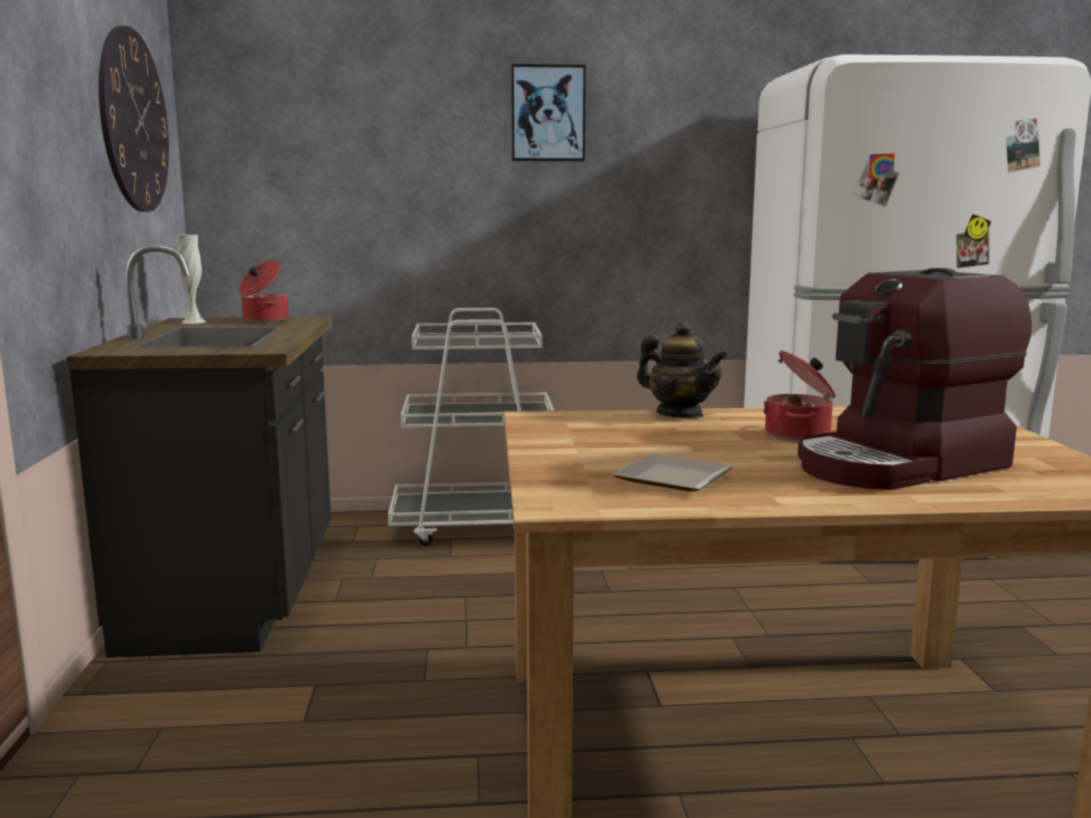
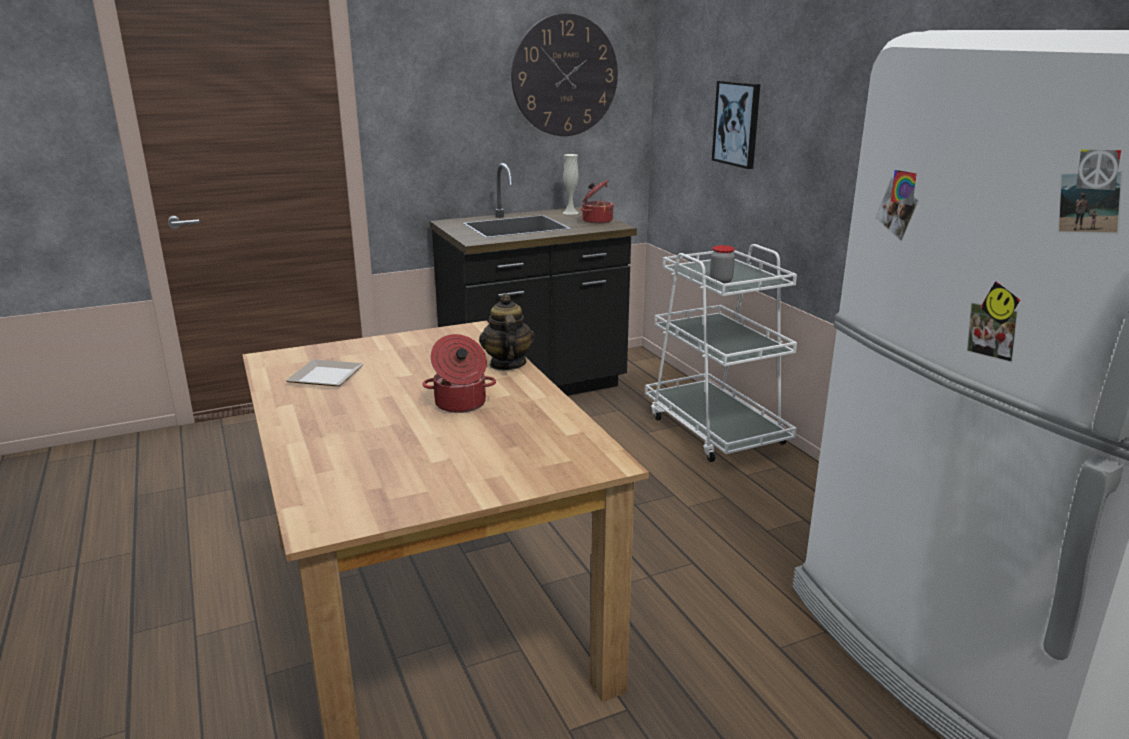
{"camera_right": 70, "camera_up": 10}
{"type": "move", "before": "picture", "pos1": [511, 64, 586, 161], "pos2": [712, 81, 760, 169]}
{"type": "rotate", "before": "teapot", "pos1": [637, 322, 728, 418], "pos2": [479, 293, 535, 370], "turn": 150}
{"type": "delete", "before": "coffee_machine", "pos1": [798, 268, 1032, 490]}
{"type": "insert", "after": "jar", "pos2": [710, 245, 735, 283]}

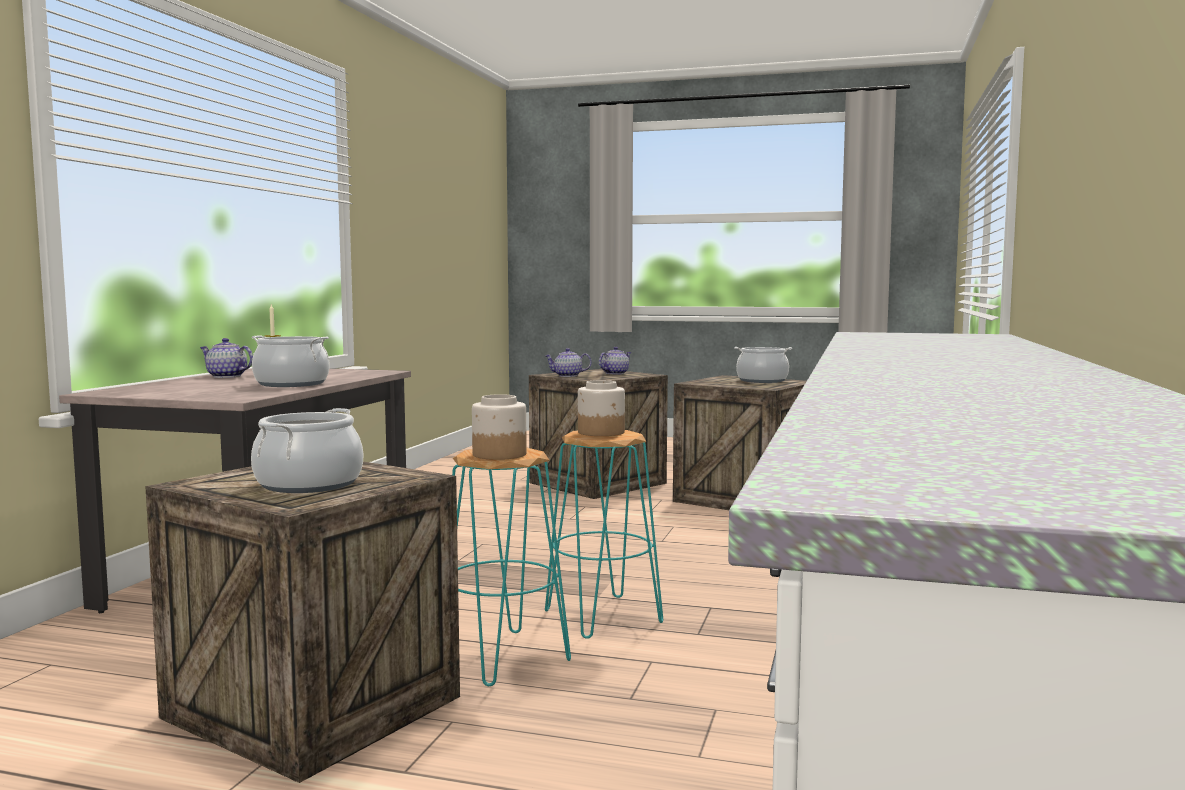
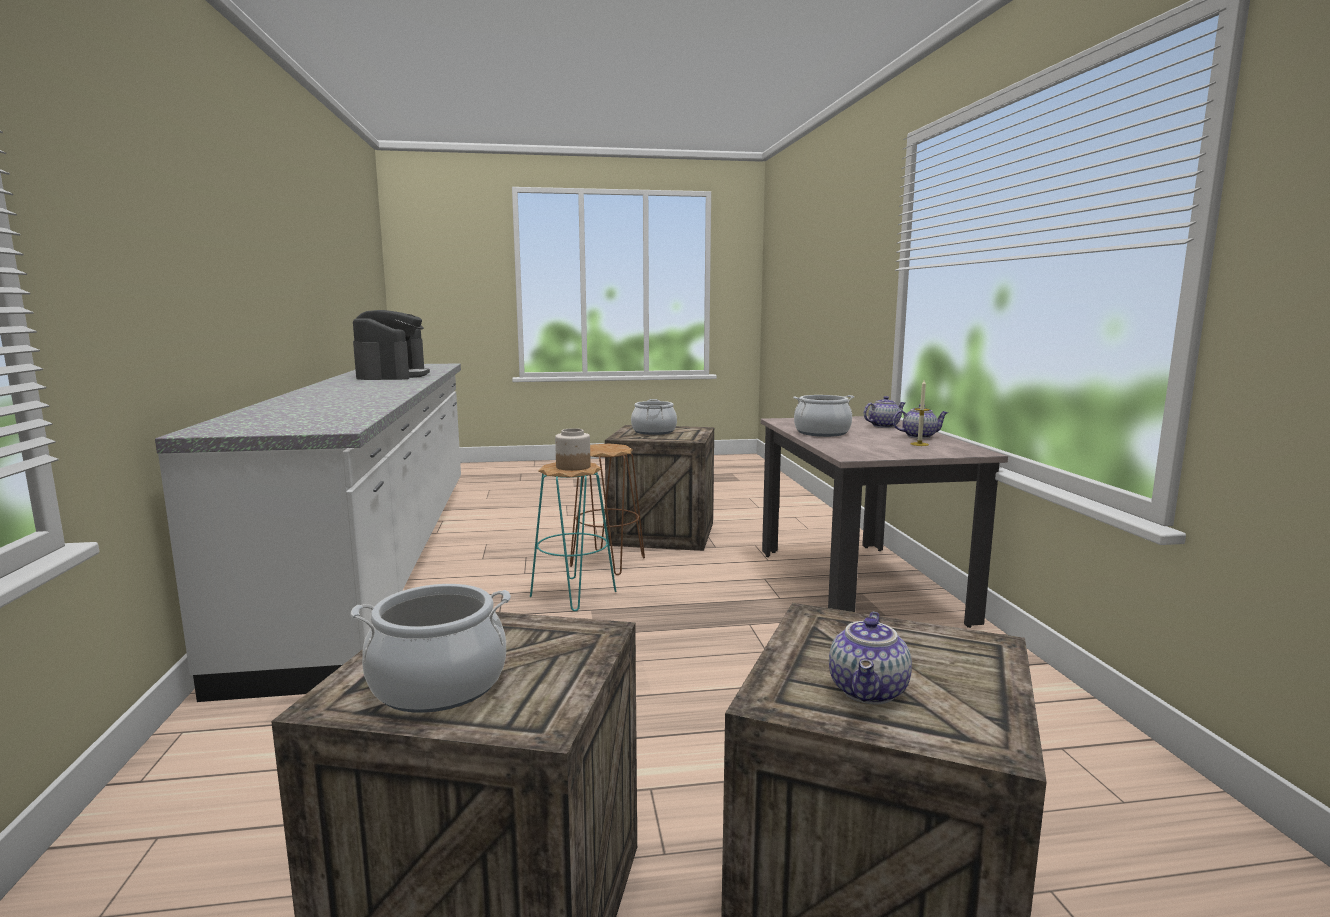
{"camera_right": 155, "camera_up": 5}
{"type": "recolor", "before": "turquoise_stool", "after": "brown_stool", "pos1": [452, 448, 571, 686], "pos2": [570, 443, 645, 575]}
{"type": "delete", "before": "jar", "pos1": [472, 394, 527, 460]}
{"type": "move", "before": "teapot", "pos1": [545, 348, 592, 377], "pos2": [864, 396, 905, 428]}
{"type": "insert", "after": "coffee_machine", "pos2": [353, 310, 430, 380]}

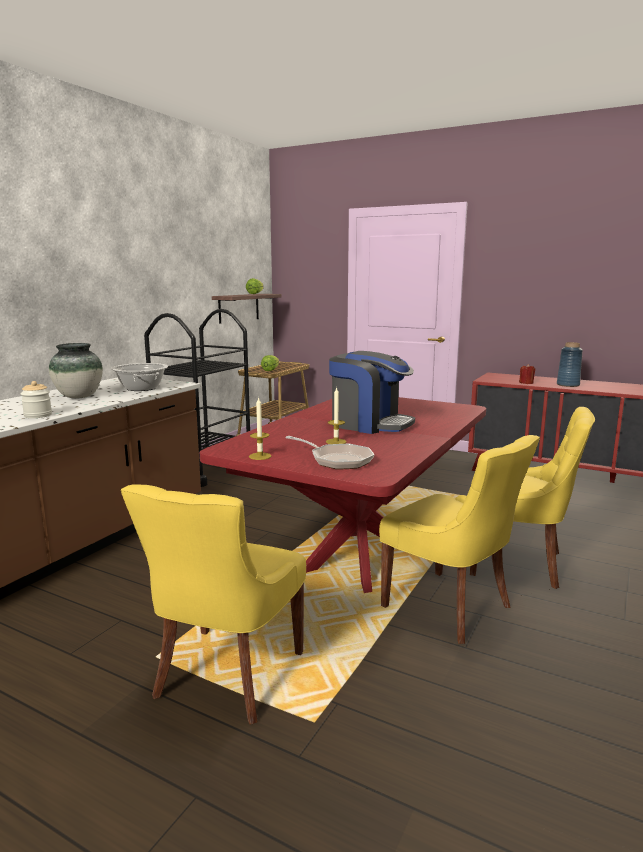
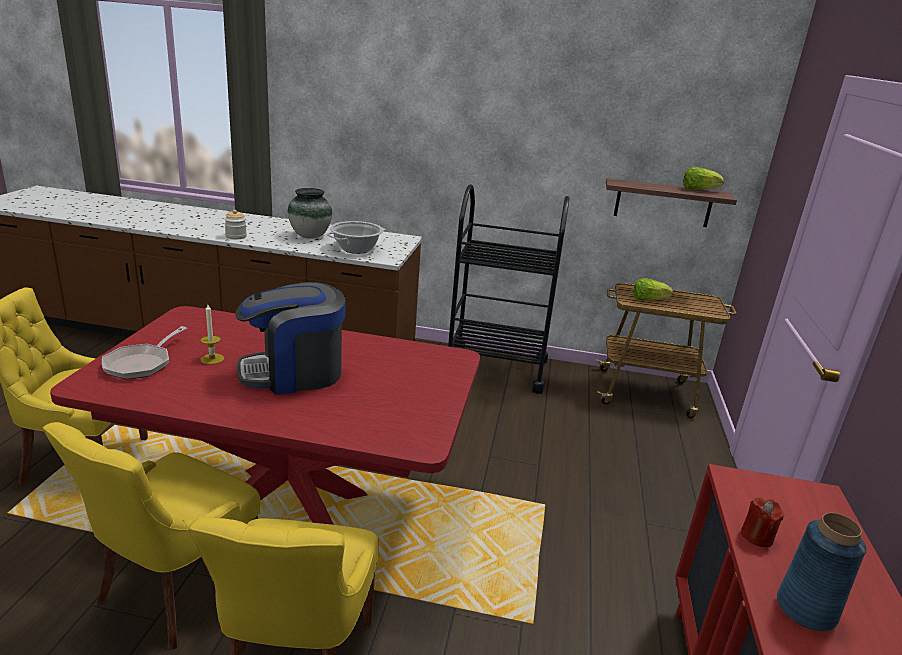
{"camera_right": 70, "camera_up": 10}
{"type": "delete", "before": "candle", "pos1": [249, 397, 271, 460]}
{"type": "rotate", "before": "coffee_machine", "pos1": [329, 351, 415, 434], "pos2": [235, 282, 346, 395], "turn": 60}

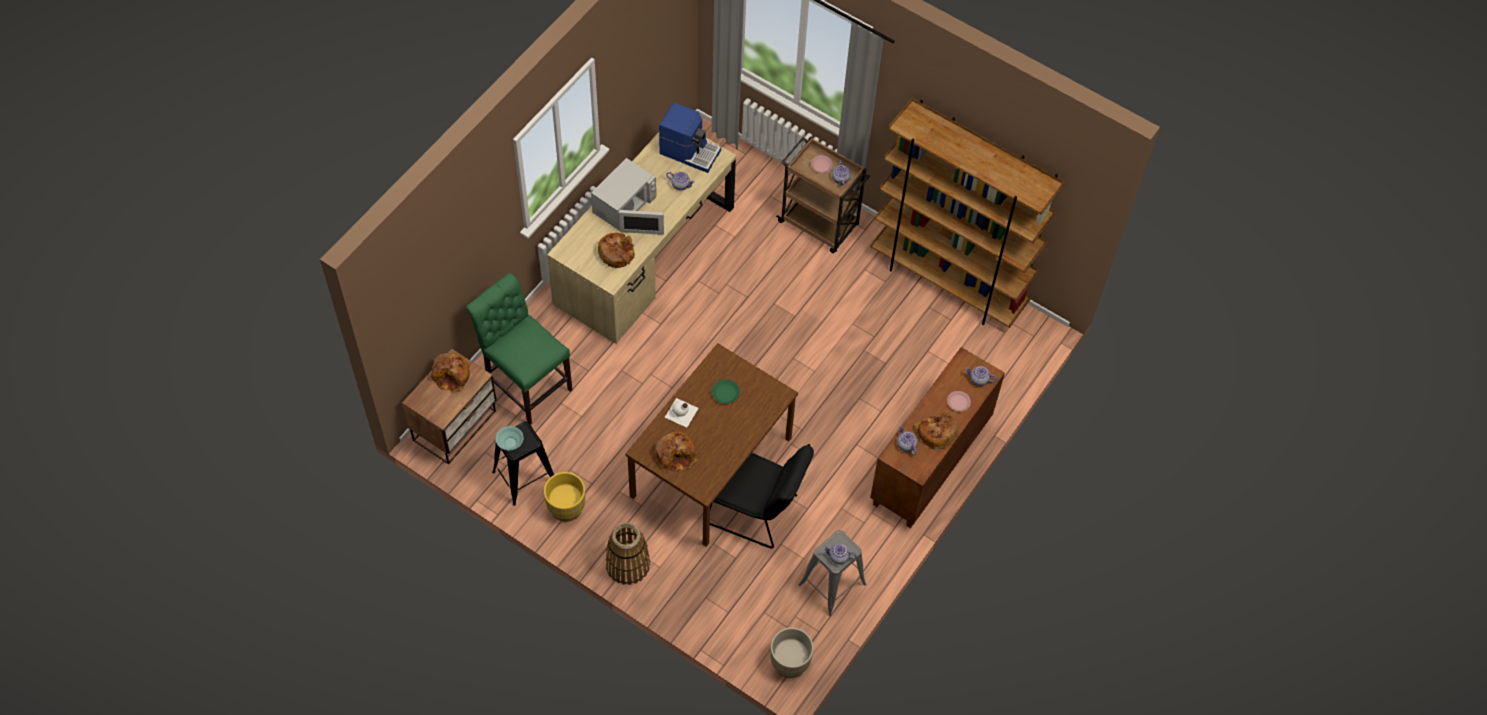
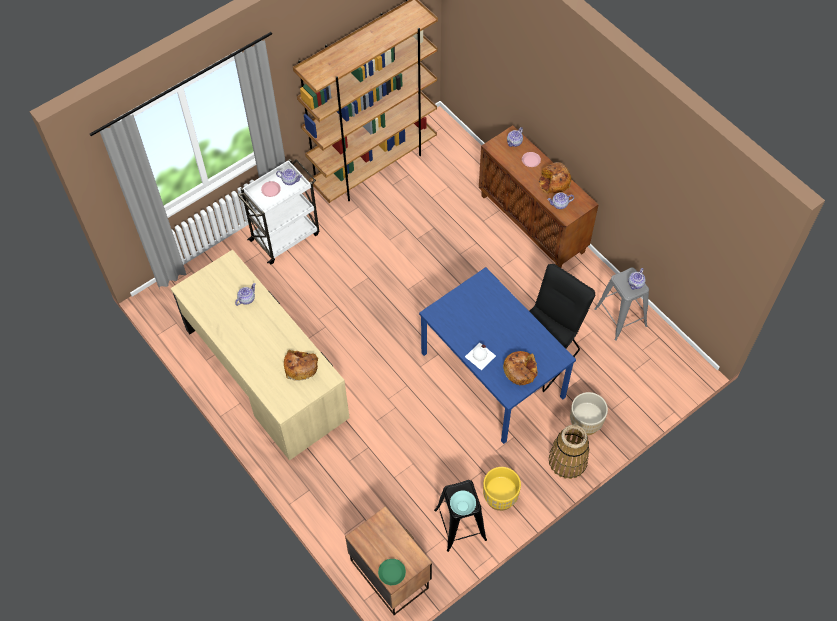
{"camera_right": -70, "camera_up": 0}
{"type": "delete", "before": "bread", "pos1": [431, 353, 470, 392]}
{"type": "delete", "before": "green_chair", "pos1": [466, 273, 572, 425]}
{"type": "delete", "before": "white_microwave", "pos1": [591, 158, 664, 235]}
{"type": "recolor", "before": "brown_dining_table", "after": "blue_dining_table", "pos1": [625, 343, 798, 547], "pos2": [419, 267, 576, 444]}
{"type": "delete", "before": "coffee_machine", "pos1": [659, 103, 721, 173]}
{"type": "move", "before": "green_plate", "pos1": [712, 379, 740, 404], "pos2": [378, 559, 406, 585]}
{"type": "move", "before": "beige_planter", "pos1": [770, 628, 814, 678], "pos2": [570, 392, 608, 436]}
{"type": "recolor", "before": "brown_cart", "after": "white_cart", "pos1": [776, 137, 870, 253], "pos2": [237, 159, 319, 265]}

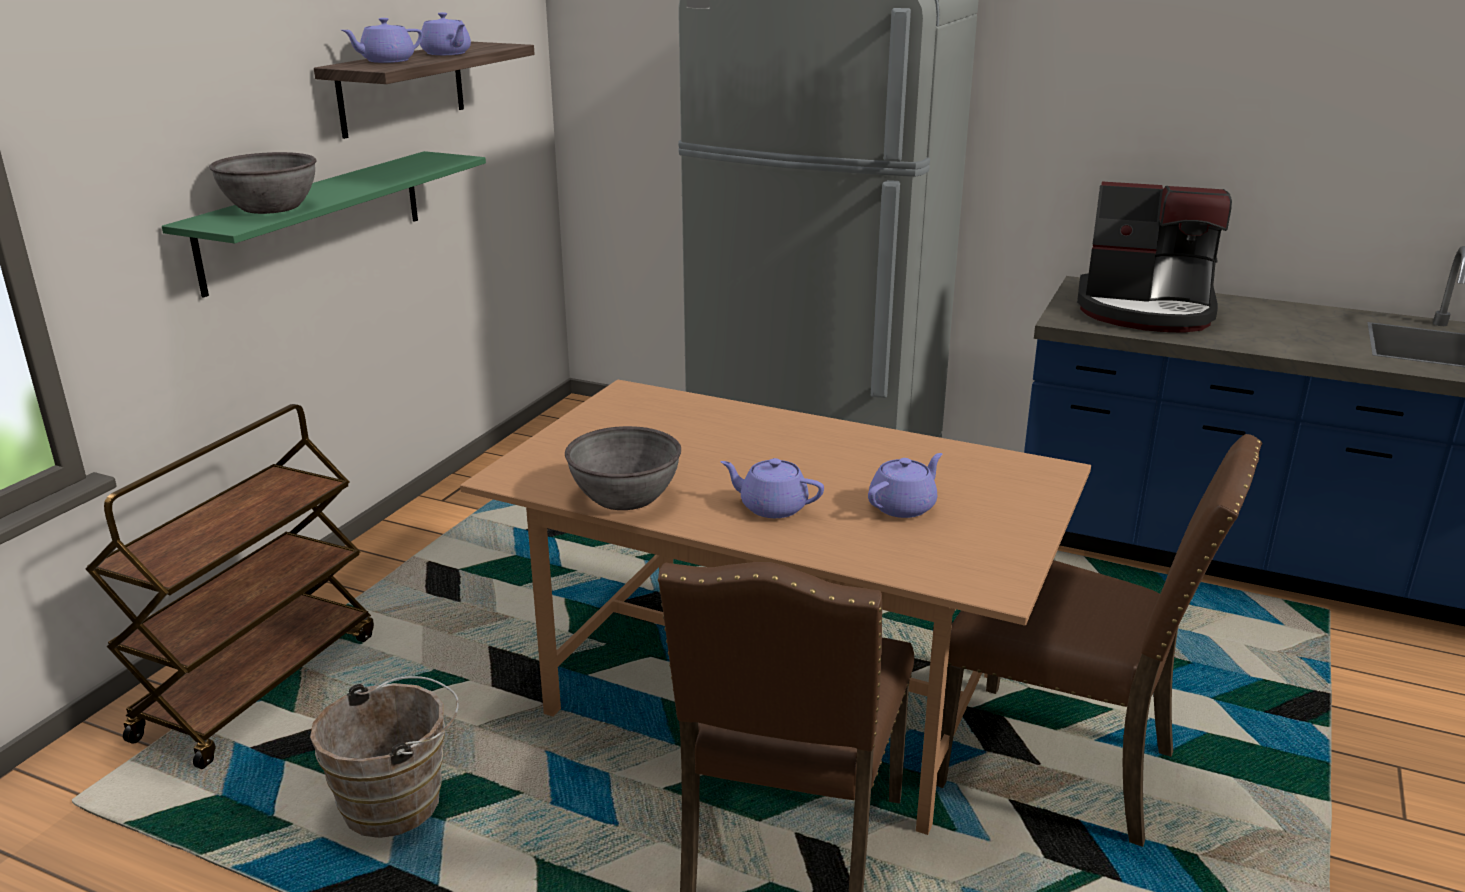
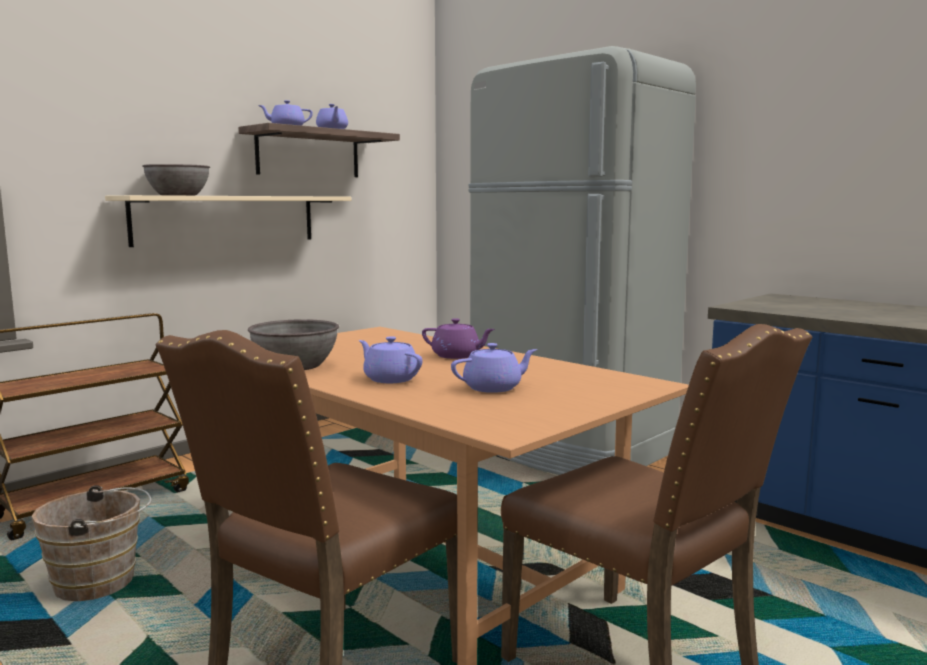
{"camera_right": 20, "camera_up": -15}
{"type": "recolor", "before": "green_shelf", "after": "beige_shelf", "pos1": [162, 151, 486, 297], "pos2": [105, 195, 351, 247]}
{"type": "delete", "before": "coffee_machine", "pos1": [1077, 182, 1232, 333]}
{"type": "insert", "after": "purple_teapot", "pos2": [422, 318, 495, 359]}

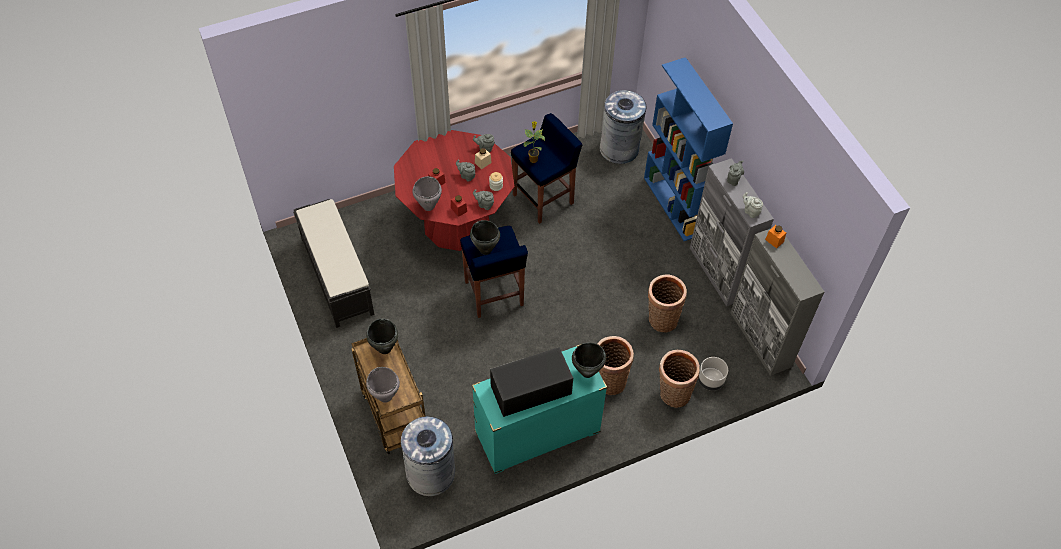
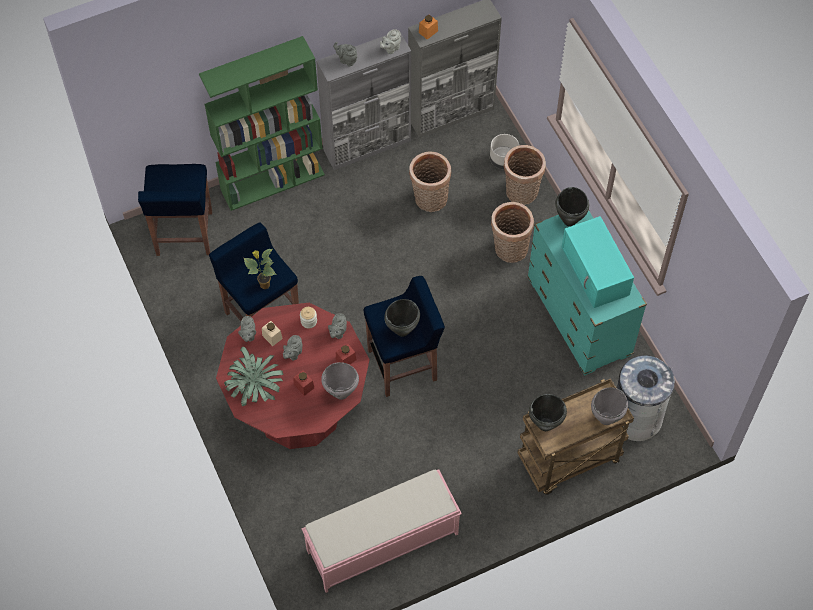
{"camera_right": -90, "camera_up": 5}
{"type": "recolor", "before": "black_bench", "after": "pink_bench", "pos1": [293, 199, 374, 328], "pos2": [302, 469, 462, 593]}
{"type": "recolor", "before": "black_microwave", "after": "turquoise_microwave", "pos1": [490, 347, 573, 417], "pos2": [562, 216, 634, 308]}
{"type": "replace", "before": "grey_trash_can", "after": "blue_stool", "pos1": [600, 90, 646, 164], "pos2": [138, 164, 212, 256]}
{"type": "recolor", "before": "blue_bookcase", "after": "green_bookcase", "pos1": [644, 57, 733, 241], "pos2": [199, 36, 325, 211]}
{"type": "insert", "after": "potted_plant", "pos2": [224, 347, 283, 406]}

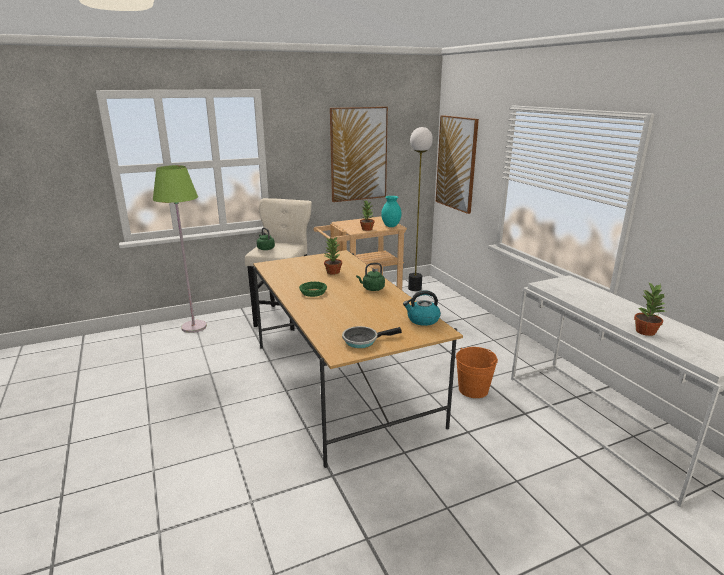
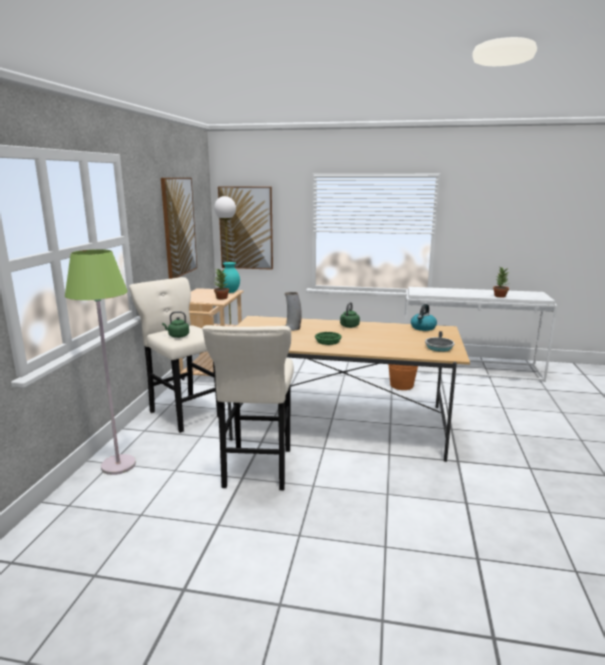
{"camera_right": -55, "camera_up": -5}
{"type": "replace", "before": "potted_plant", "after": "vase", "pos1": [324, 236, 342, 275], "pos2": [285, 292, 302, 331]}
{"type": "insert", "after": "beige_stool", "pos2": [202, 325, 294, 490]}

